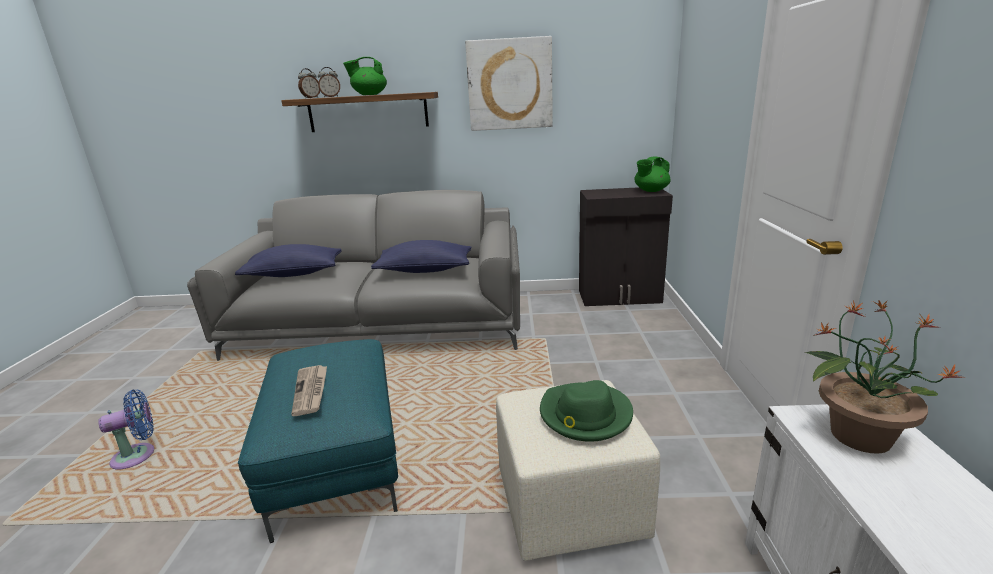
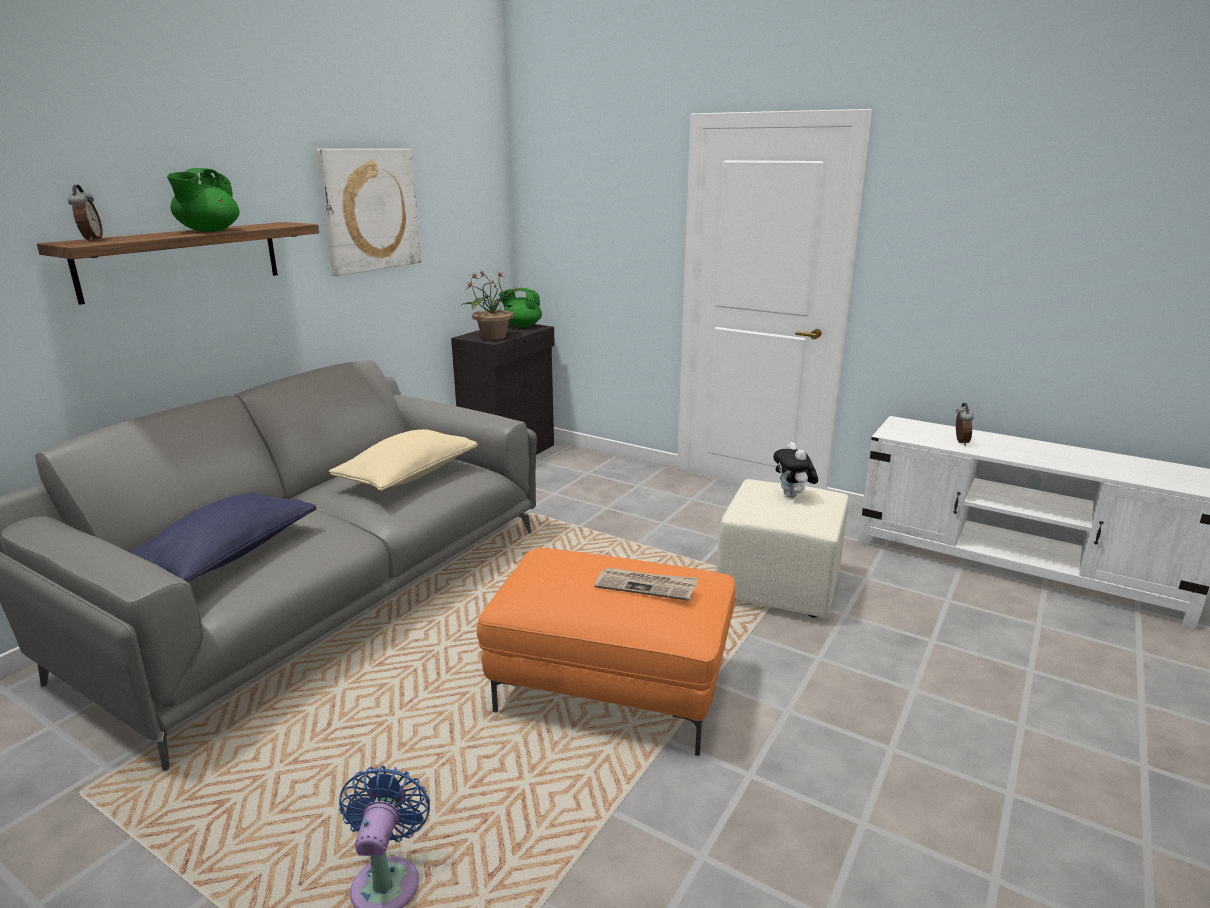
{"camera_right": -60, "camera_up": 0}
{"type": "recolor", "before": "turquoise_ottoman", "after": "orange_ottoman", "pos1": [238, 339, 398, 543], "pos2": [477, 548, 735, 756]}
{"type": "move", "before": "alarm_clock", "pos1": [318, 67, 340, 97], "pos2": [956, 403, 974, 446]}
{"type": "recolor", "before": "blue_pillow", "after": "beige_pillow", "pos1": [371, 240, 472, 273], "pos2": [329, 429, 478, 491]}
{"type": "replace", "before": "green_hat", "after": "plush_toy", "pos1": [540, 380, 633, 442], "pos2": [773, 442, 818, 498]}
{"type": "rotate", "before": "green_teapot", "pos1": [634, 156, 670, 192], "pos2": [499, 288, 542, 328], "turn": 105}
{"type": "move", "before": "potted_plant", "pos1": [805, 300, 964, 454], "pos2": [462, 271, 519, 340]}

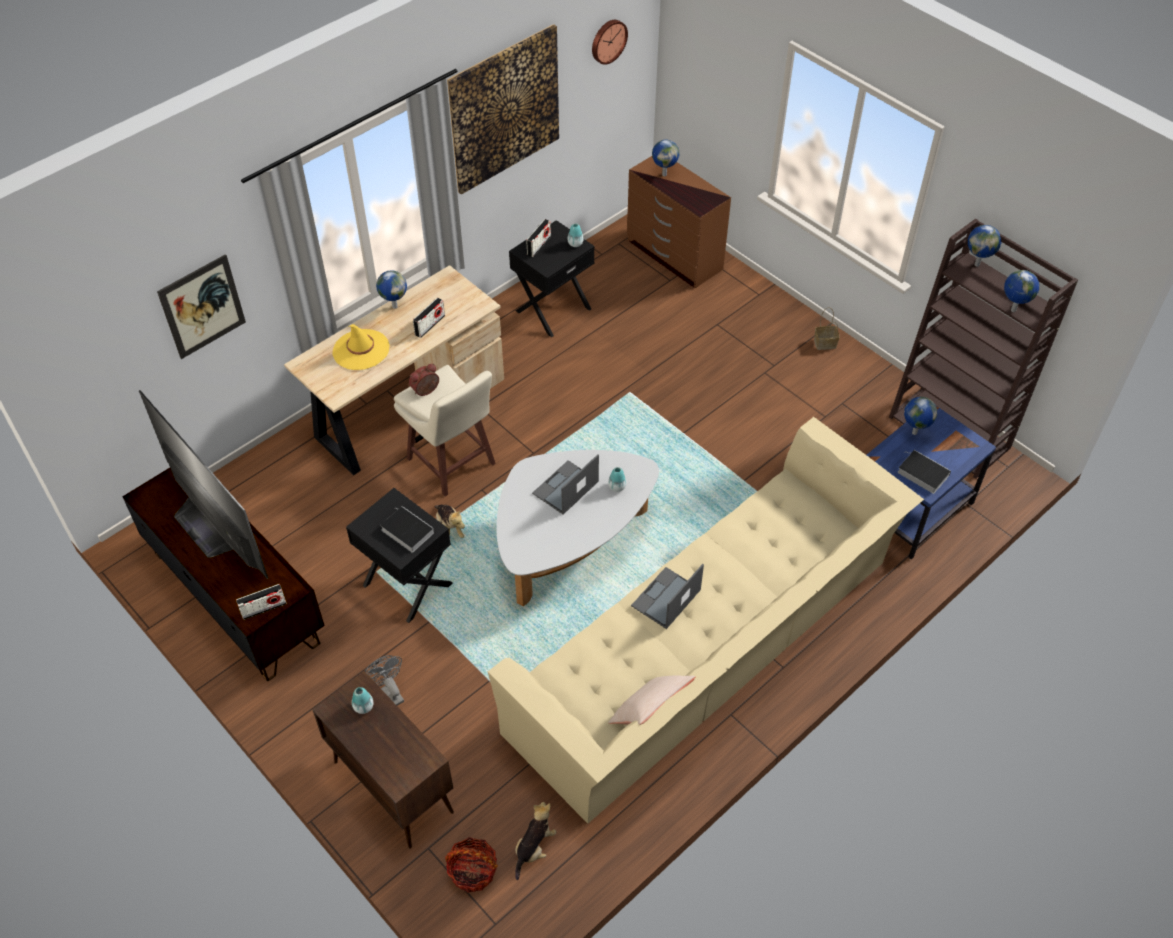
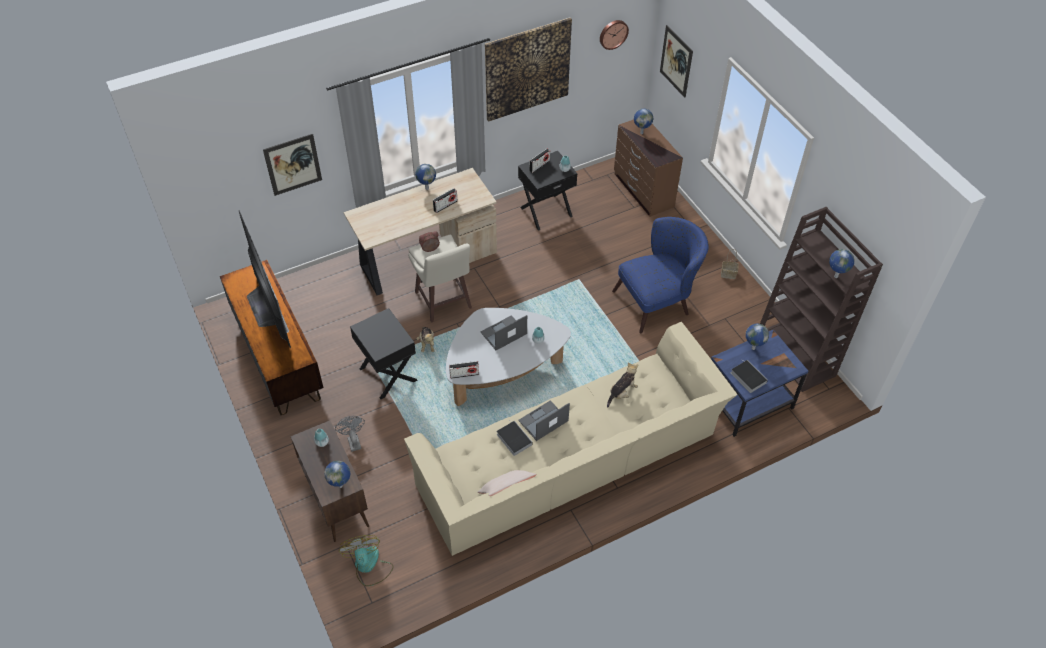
{"camera_right": 15, "camera_up": 0}
{"type": "move", "before": "radio", "pos1": [236, 584, 287, 620], "pos2": [449, 361, 479, 379]}
{"type": "delete", "before": "yellow_hat", "pos1": [333, 324, 389, 370]}
{"type": "move", "before": "book", "pos1": [380, 506, 434, 553], "pos2": [497, 421, 532, 456]}
{"type": "replace", "before": "basket", "after": "fan", "pos1": [445, 837, 498, 893], "pos2": [339, 535, 394, 586]}
{"type": "move", "before": "plush_toy", "pos1": [515, 802, 556, 880], "pos2": [607, 362, 638, 407]}
{"type": "move", "before": "globe", "pos1": [968, 225, 1002, 267], "pos2": [324, 461, 350, 488]}
{"type": "insert", "after": "blue_armchair", "pos2": [612, 217, 709, 333]}
{"type": "insert", "after": "picture", "pos2": [660, 25, 693, 98]}

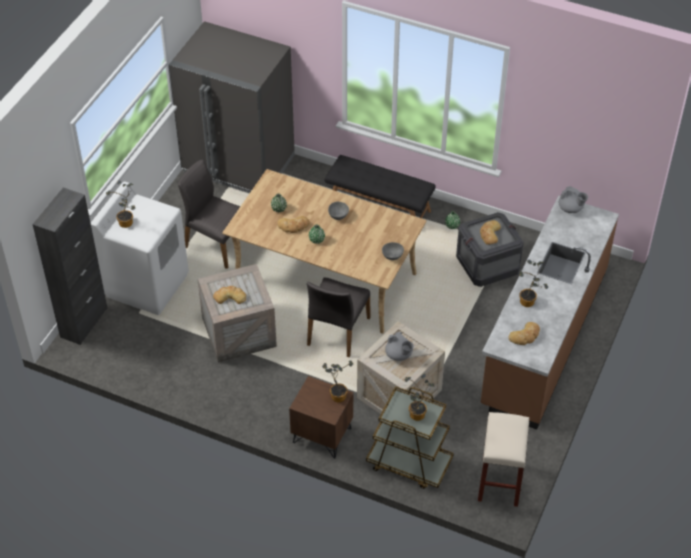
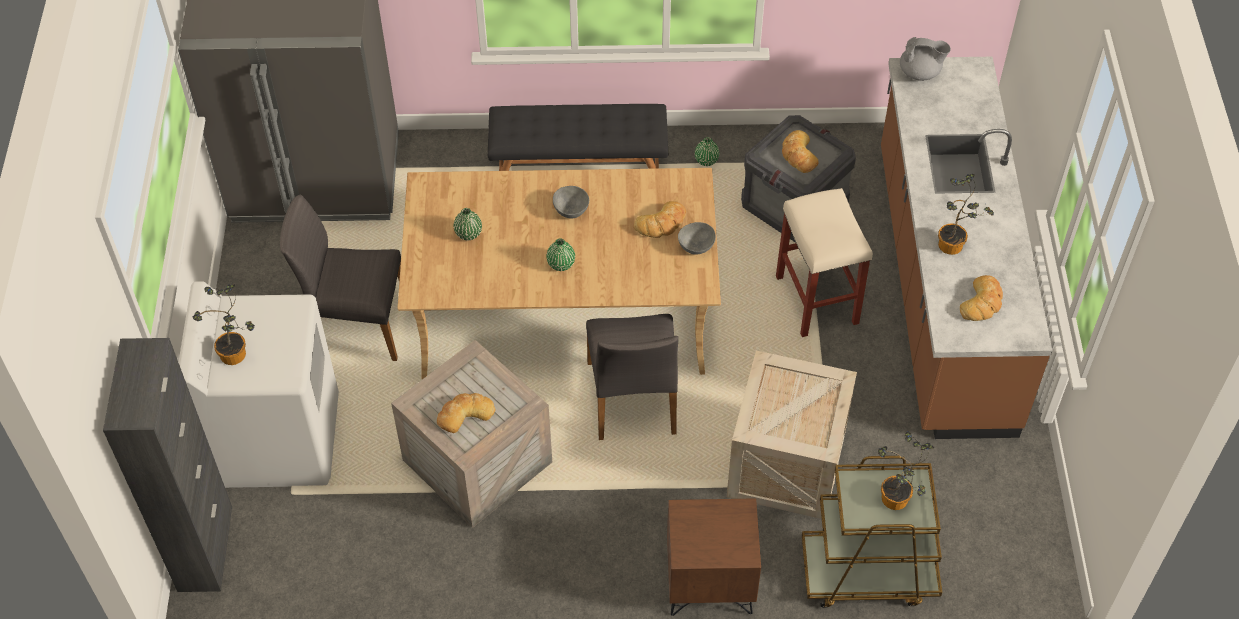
{"camera_right": -25, "camera_up": 5}
{"type": "move", "before": "bread", "pos1": [277, 216, 310, 233], "pos2": [634, 201, 686, 238]}
{"type": "delete", "before": "potted_plant", "pos1": [322, 361, 353, 403]}
{"type": "delete", "before": "grey_teapot", "pos1": [385, 332, 414, 361]}
{"type": "move", "before": "beige_stool", "pos1": [478, 412, 529, 507], "pos2": [776, 188, 873, 337]}

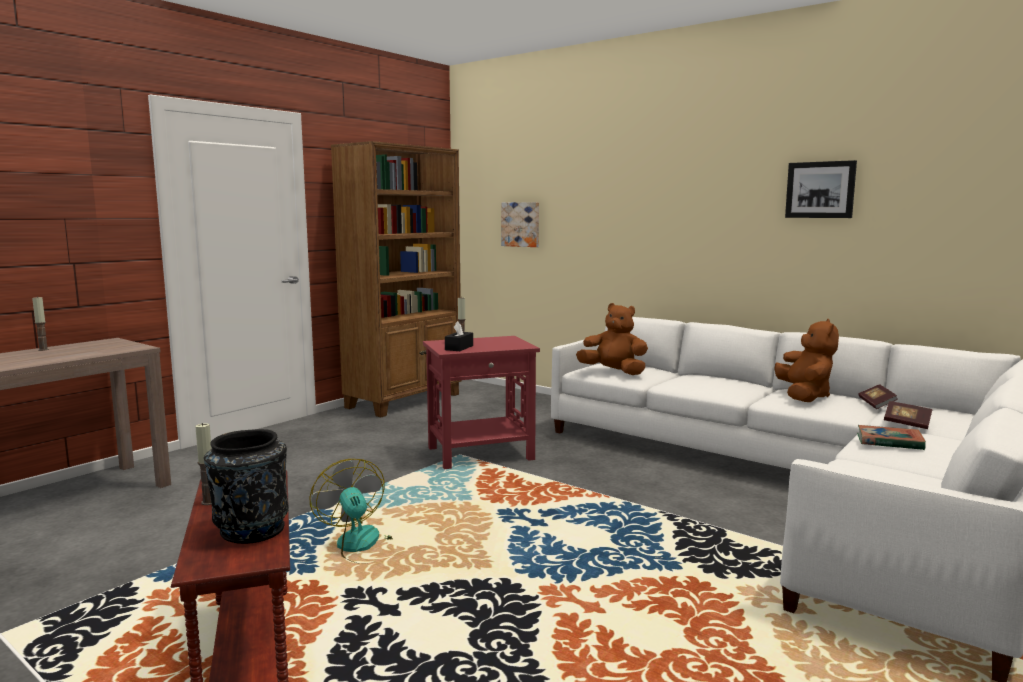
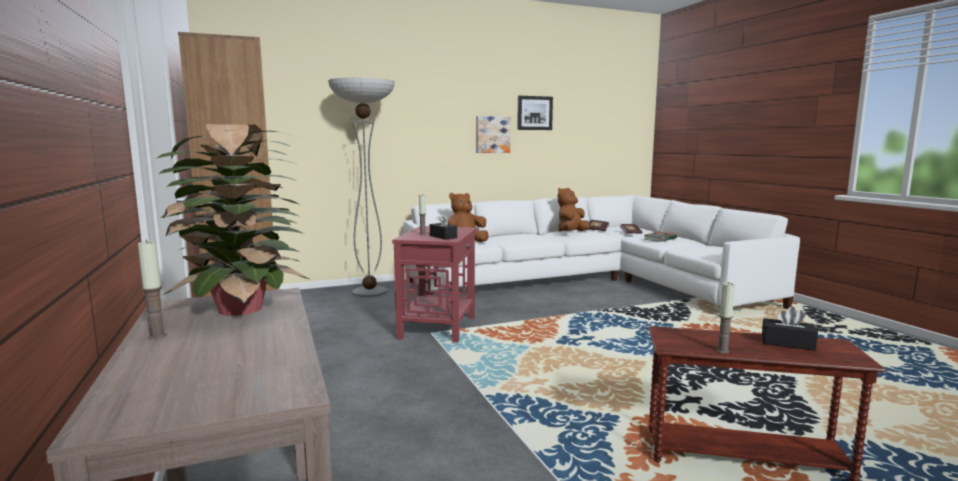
{"camera_right": -60, "camera_up": 0}
{"type": "replace", "before": "black_vase", "after": "black_tissue_box", "pos1": [204, 429, 289, 544], "pos2": [762, 307, 818, 351]}
{"type": "delete", "before": "fan", "pos1": [310, 459, 393, 564]}
{"type": "move", "before": "picture", "pos1": [501, 202, 539, 247], "pos2": [476, 116, 511, 153]}
{"type": "rotate", "before": "brown_plush_toy", "pos1": [774, 319, 839, 402], "pos2": [558, 188, 590, 232], "turn": -90}
{"type": "insert", "after": "potted_plant", "pos2": [155, 124, 309, 316]}
{"type": "insert", "after": "floor_lamp", "pos2": [328, 78, 395, 297]}

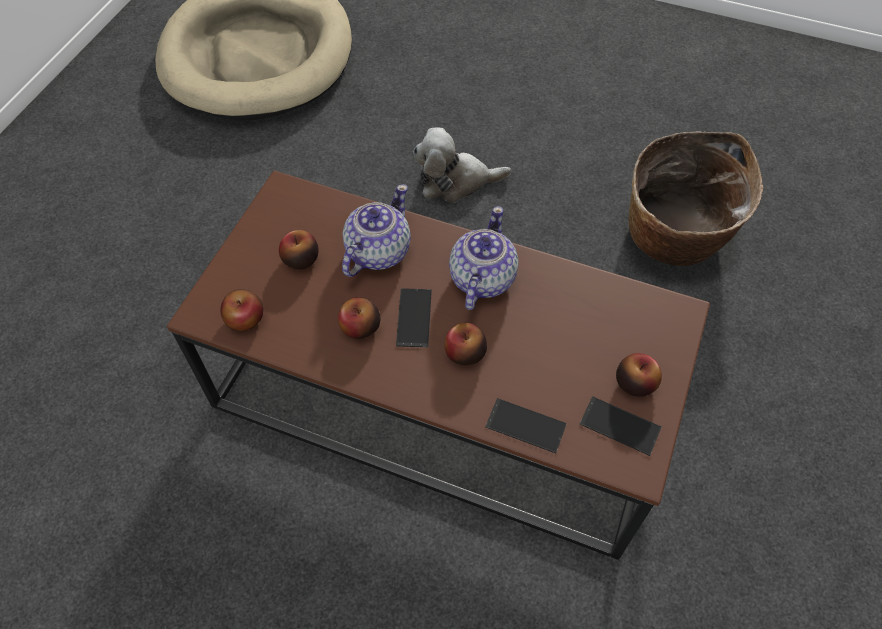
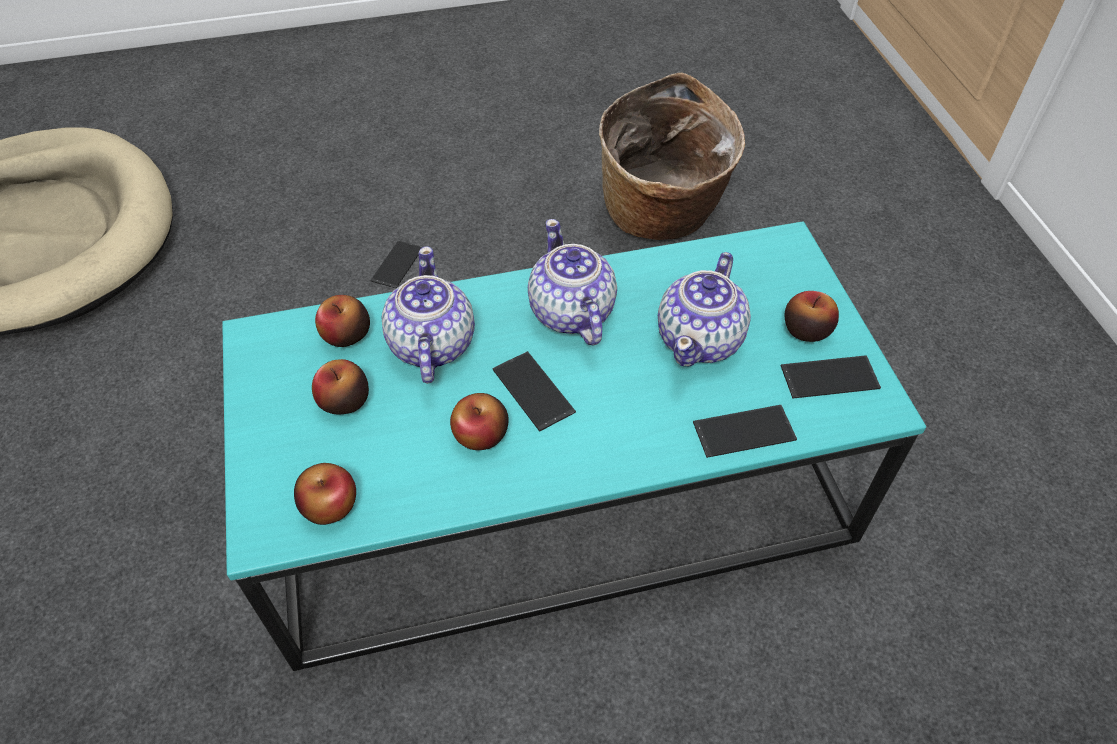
{"camera_right": -35, "camera_up": -5}
{"type": "recolor", "before": "brown_coffee_table", "after": "turquoise_coffee_table", "pos1": [167, 171, 710, 560], "pos2": [222, 221, 926, 671]}
{"type": "replace", "before": "plush_toy", "after": "phone", "pos1": [413, 127, 511, 203], "pos2": [370, 240, 422, 289]}
{"type": "move", "before": "apple", "pos1": [445, 323, 487, 365], "pos2": [315, 295, 370, 347]}
{"type": "insert", "after": "teapot", "pos2": [658, 252, 751, 367]}

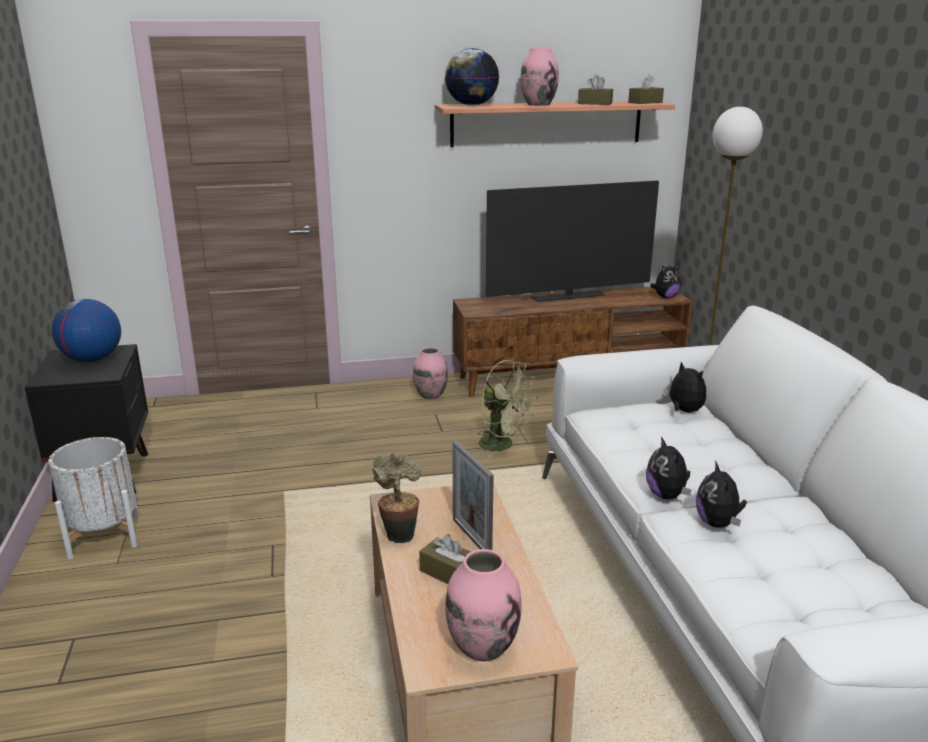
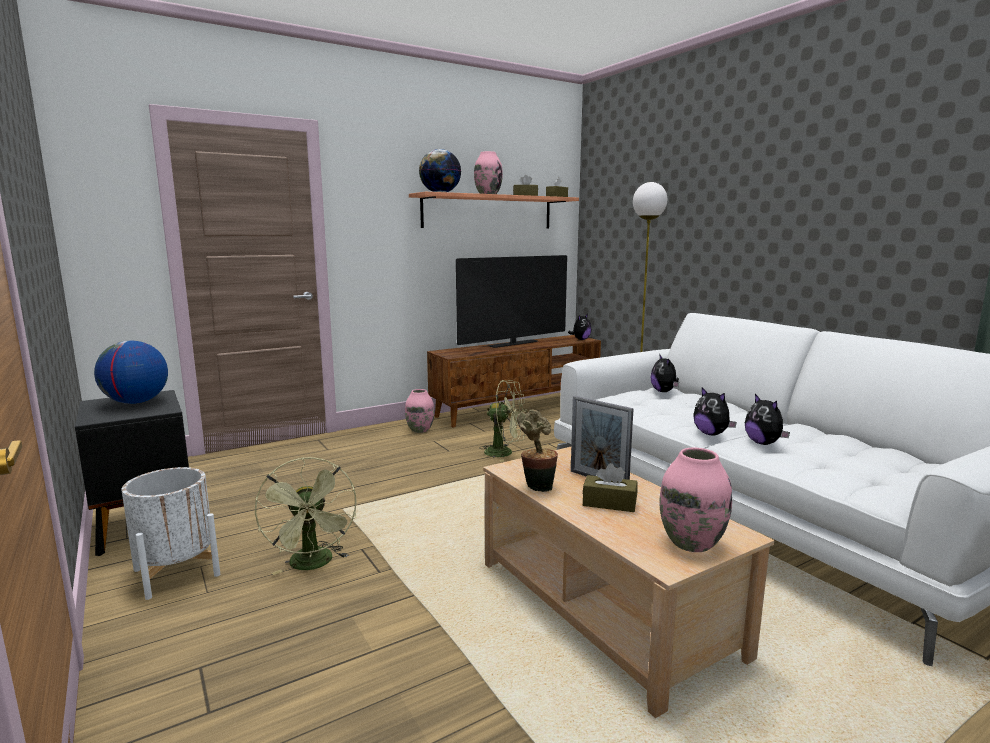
{"camera_right": -20, "camera_up": -10}
{"type": "rotate", "before": "plush_toy", "pos1": [663, 361, 706, 412], "pos2": [650, 354, 679, 392], "turn": -135}
{"type": "insert", "after": "green_fan", "pos2": [255, 457, 357, 575]}

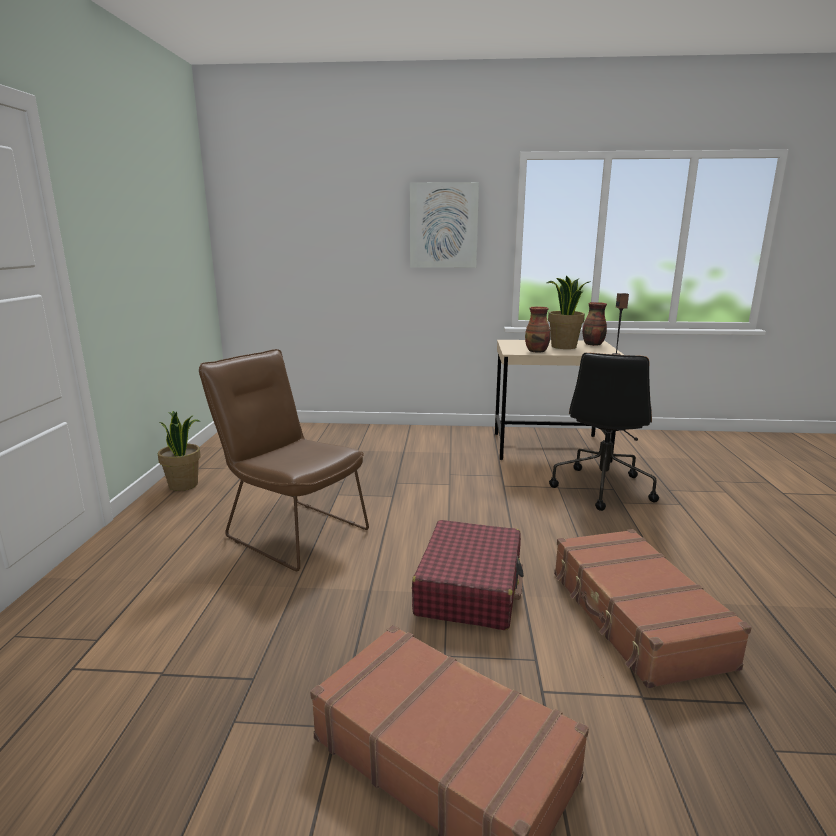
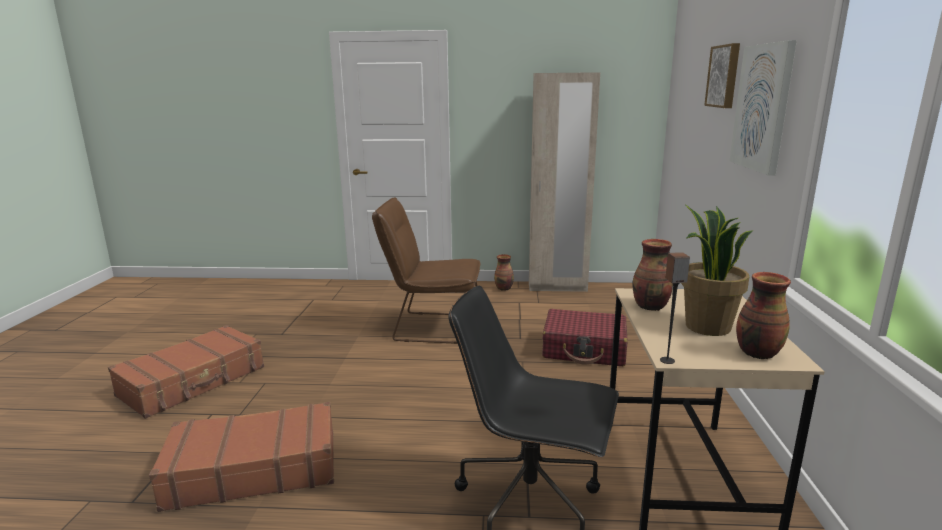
{"camera_right": 90, "camera_up": 0}
{"type": "replace", "before": "potted_plant", "after": "vase", "pos1": [158, 411, 201, 491], "pos2": [494, 254, 514, 291]}
{"type": "rotate", "before": "brown_chair", "pos1": [199, 349, 369, 571], "pos2": [372, 197, 481, 344], "turn": -120}
{"type": "move", "before": "red_suitcase", "pos1": [412, 520, 524, 630], "pos2": [542, 309, 628, 366]}
{"type": "insert", "after": "beige_wardrobe", "pos2": [529, 72, 600, 292]}
{"type": "insert", "after": "picture", "pos2": [704, 43, 740, 108]}

